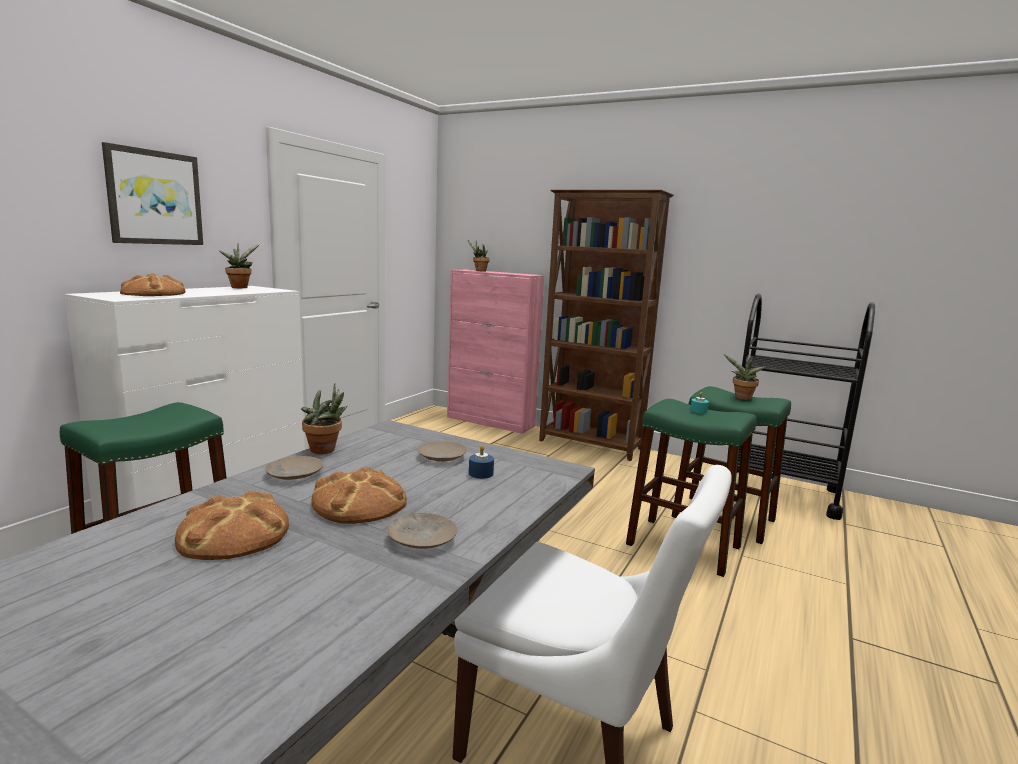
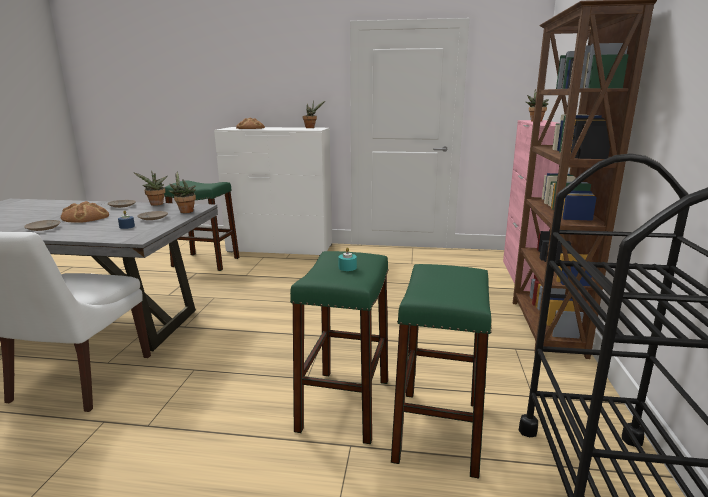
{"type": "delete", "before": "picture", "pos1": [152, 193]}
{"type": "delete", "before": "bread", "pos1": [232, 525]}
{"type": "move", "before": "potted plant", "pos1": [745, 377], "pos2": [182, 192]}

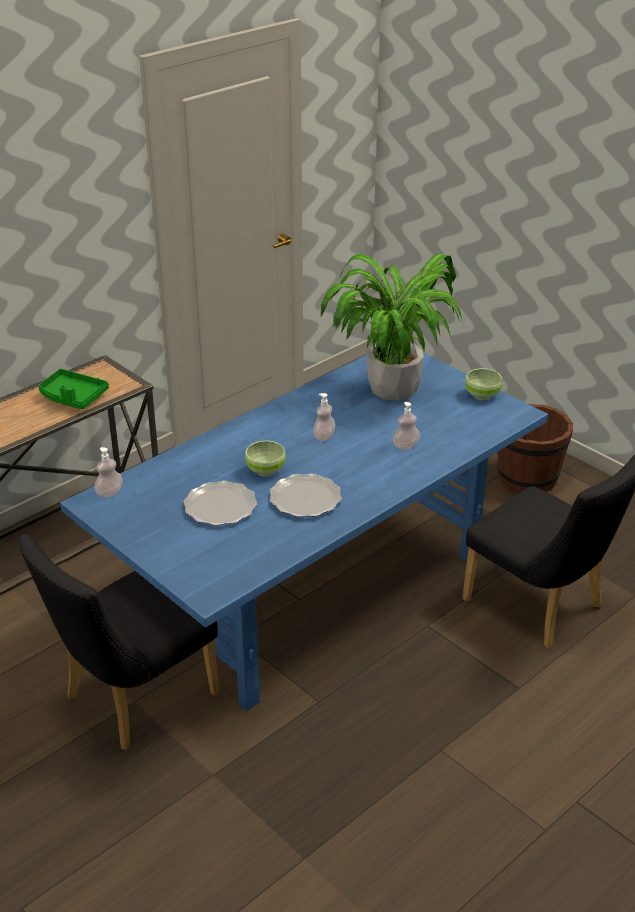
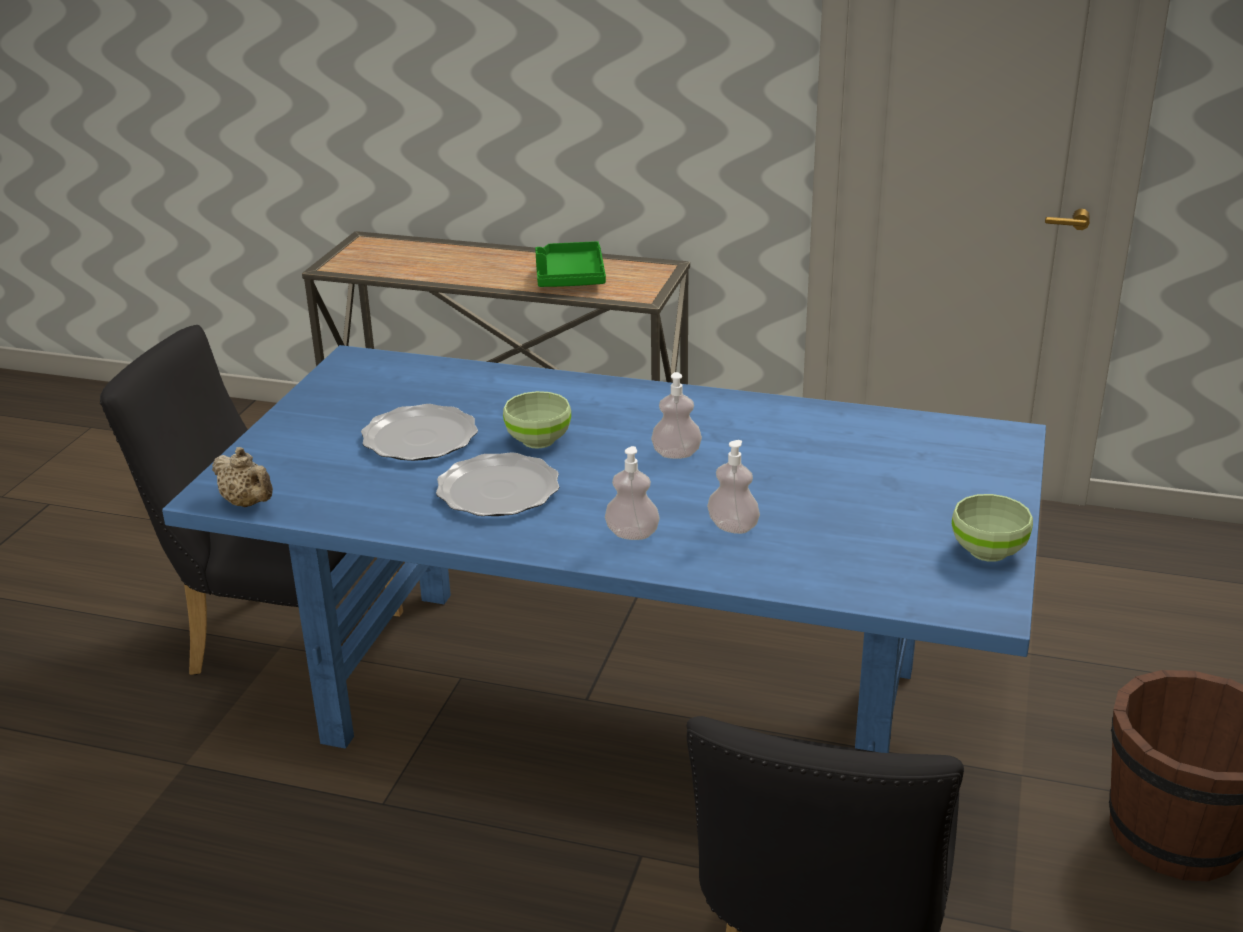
{"type": "move", "before": "soap dispenser", "pos1": [109, 472], "pos2": [632, 493]}
{"type": "delete", "before": "potted plant", "pos1": [392, 327]}
{"type": "insert", "after": "teapot (beige)", "pos2": [242, 477]}

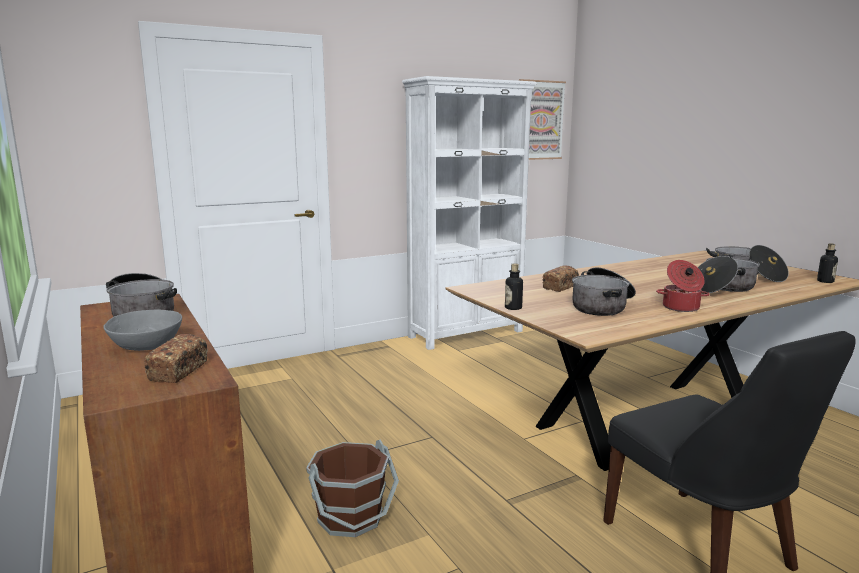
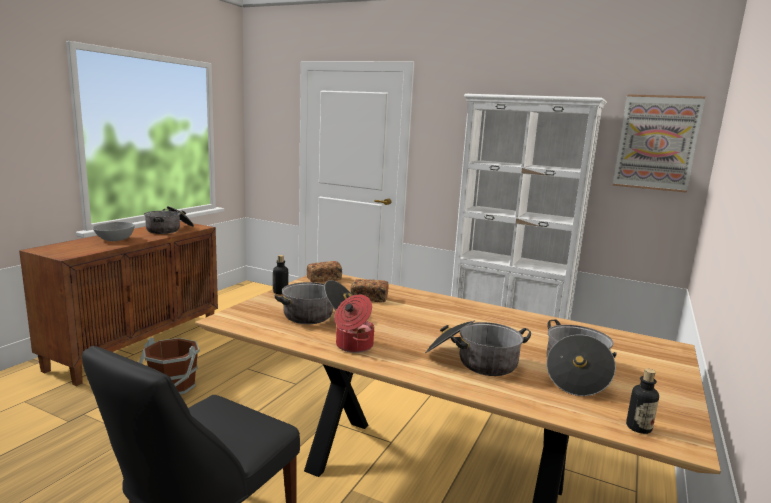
{"type": "move", "before": "bread", "pos1": [176, 358], "pos2": [324, 271]}

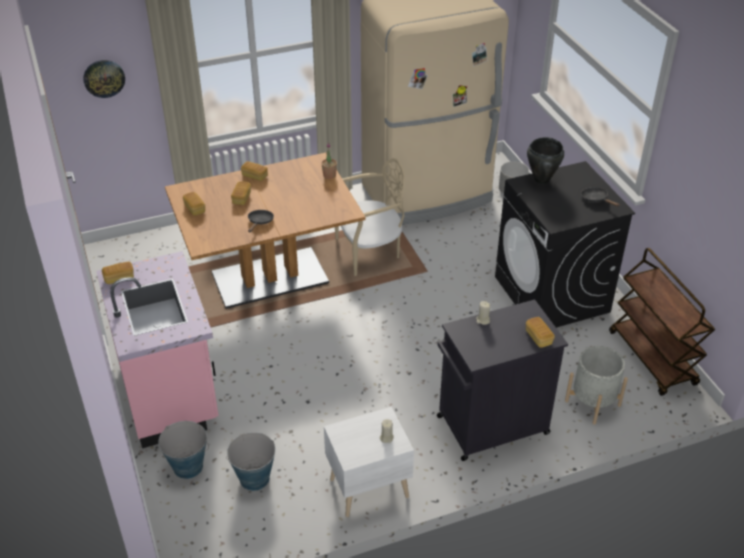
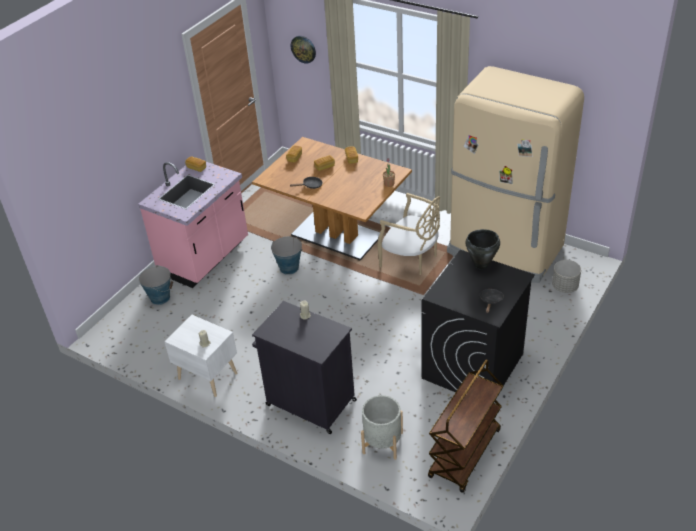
{"type": "move", "before": "bucket", "pos1": [250, 461], "pos2": [287, 256]}
{"type": "delete", "before": "bread", "pos1": [540, 332]}

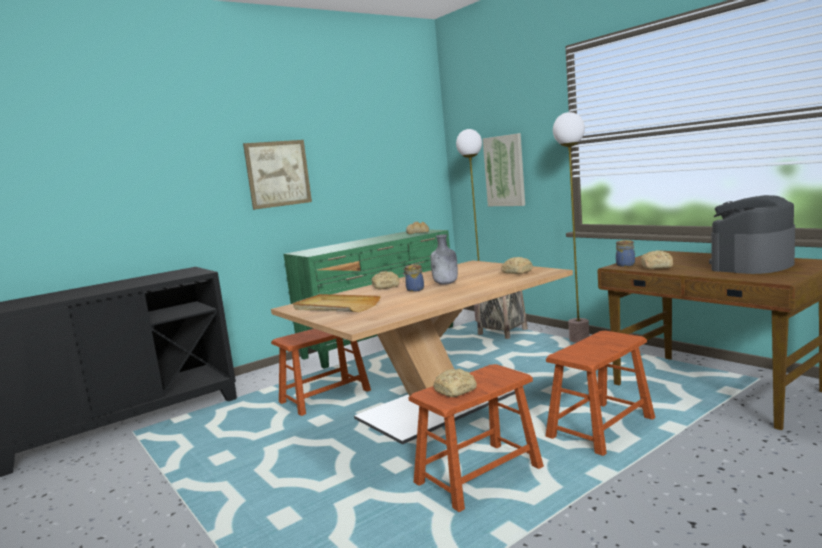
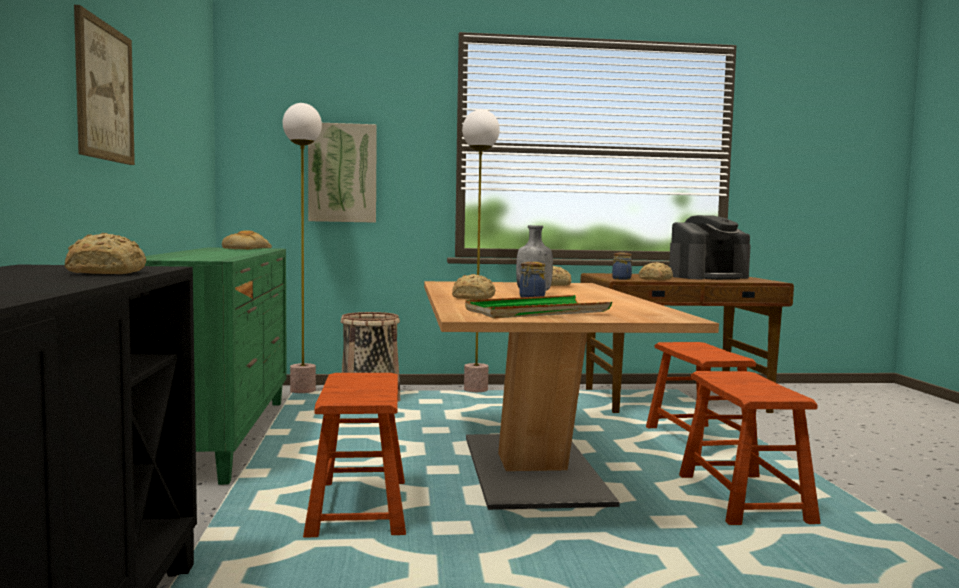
{"type": "recolor", "before": "tray (beige)", "after": "tray (green)", "pos1": [337, 303], "pos2": [538, 306]}
{"type": "move", "before": "bread", "pos1": [455, 383], "pos2": [105, 253]}
{"type": "rotate", "before": "coffee machine", "pos1": [752, 234], "pos2": [710, 247], "turn": -105}

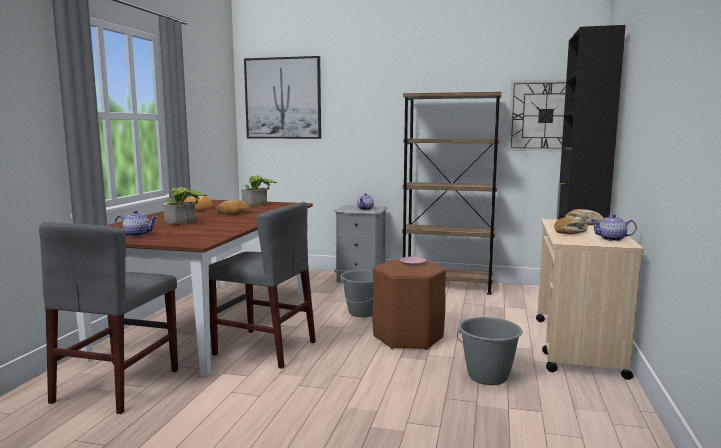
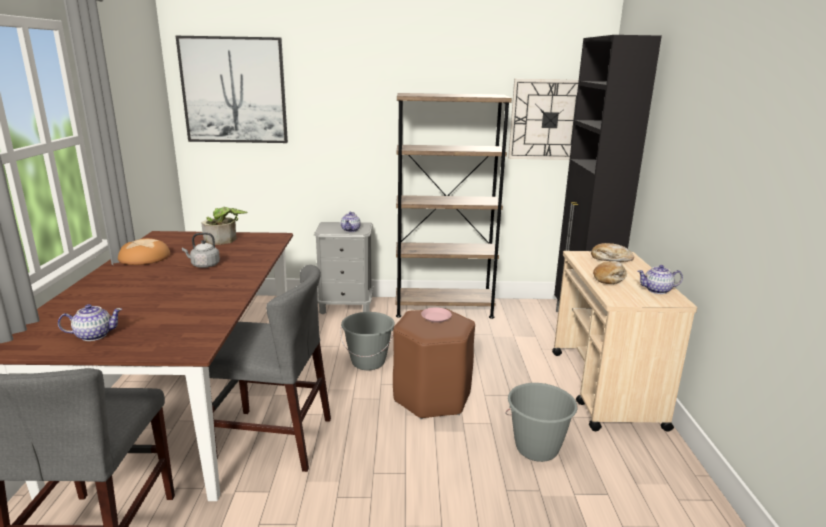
{"type": "delete", "before": "potted plant", "pos1": [185, 206]}
{"type": "replace", "before": "bread", "after": "kettle (grey)", "pos1": [233, 207], "pos2": [201, 250]}

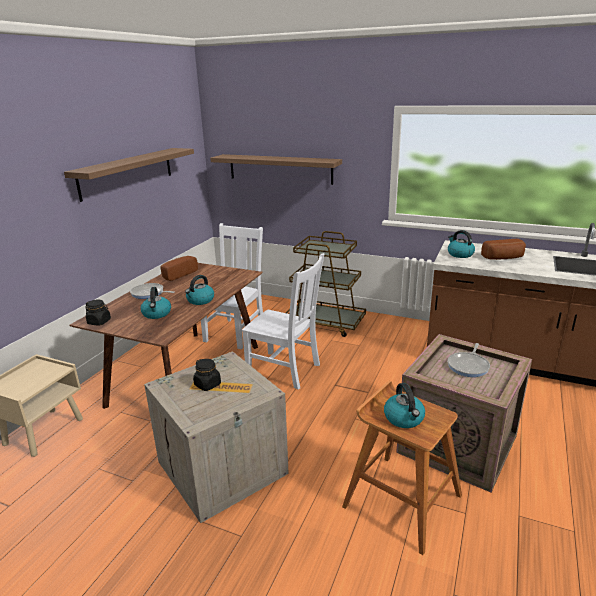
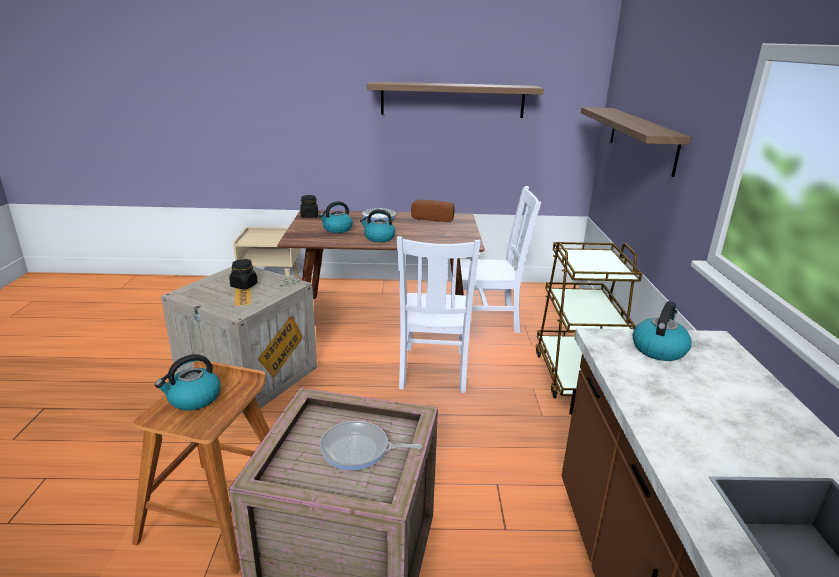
{"type": "delete", "before": "bread", "pos1": [503, 249]}

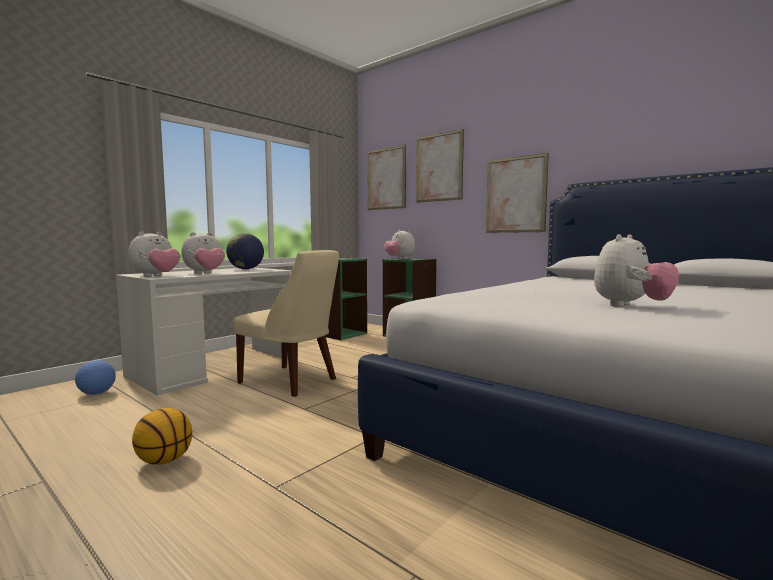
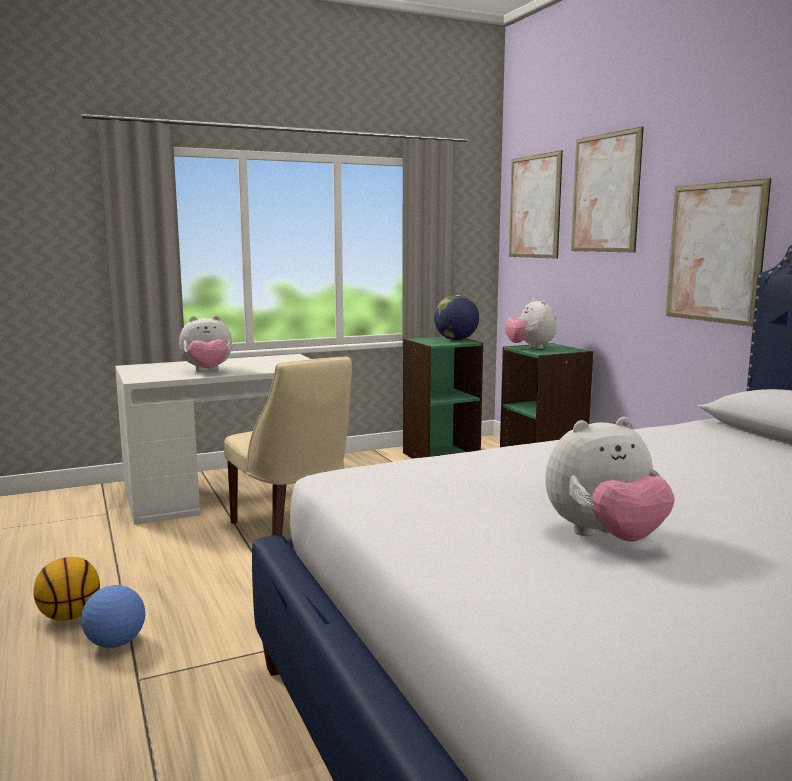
{"type": "move", "before": "football", "pos1": [95, 377], "pos2": [113, 616]}
{"type": "delete", "before": "plush toy", "pos1": [154, 254]}
{"type": "move", "before": "globe", "pos1": [245, 251], "pos2": [456, 317]}

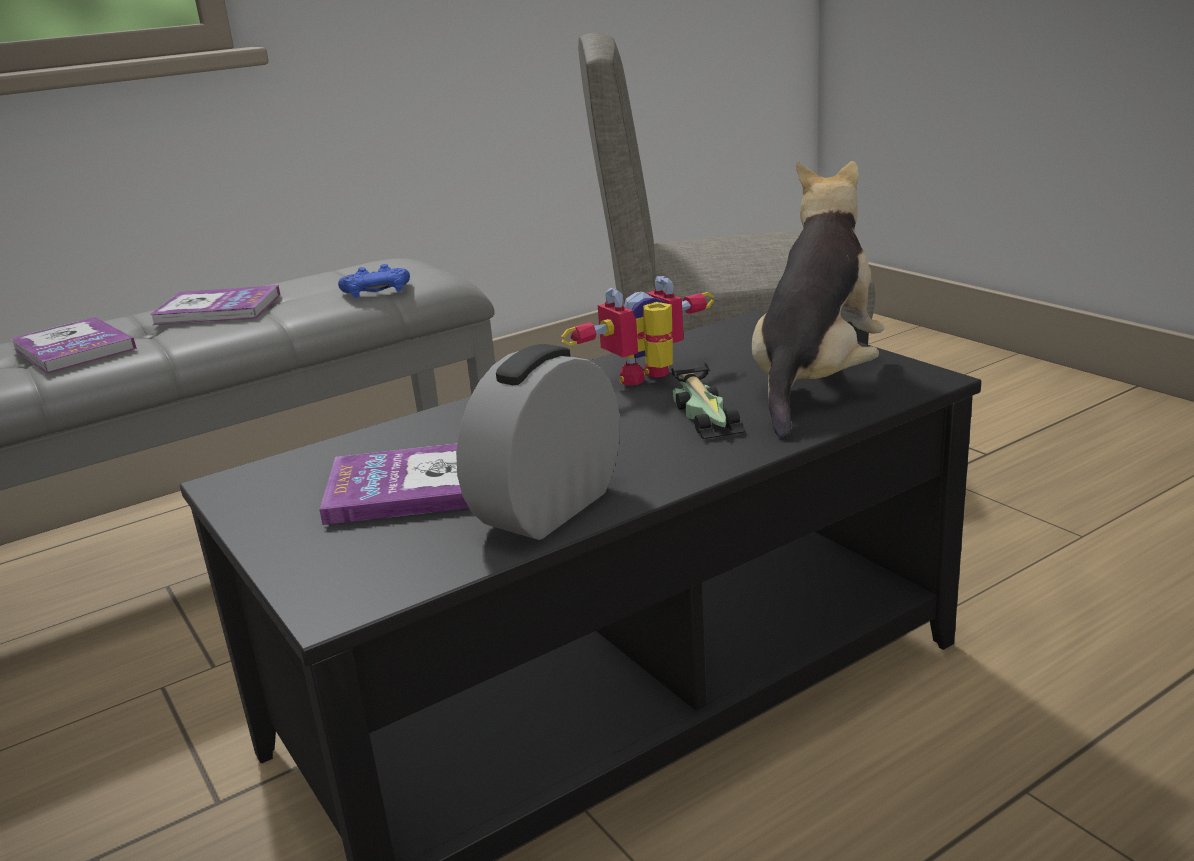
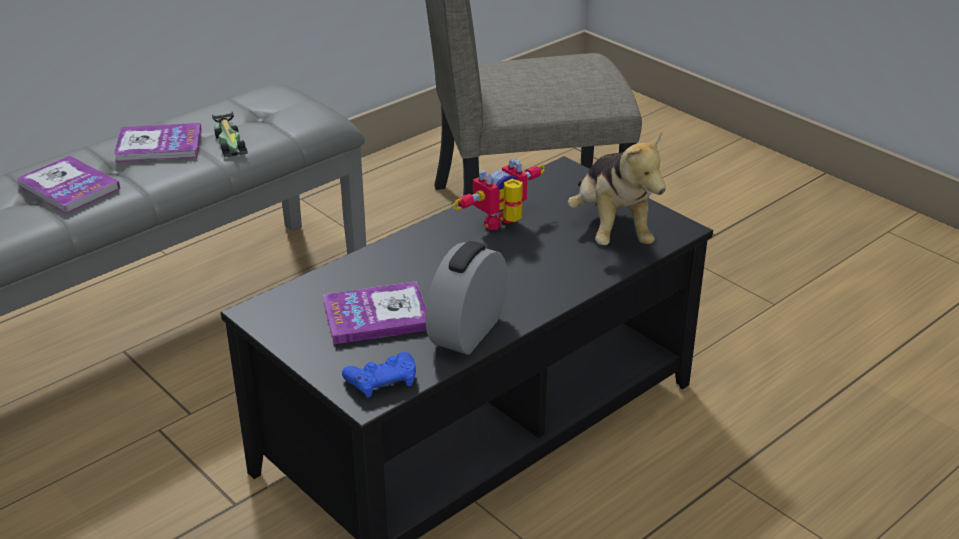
{"type": "move", "before": "game controller (blue)", "pos1": [374, 281], "pos2": [379, 375]}
{"type": "move", "before": "toy car", "pos1": [708, 400], "pos2": [230, 135]}
{"type": "rotate", "before": "plush toy", "pos1": [818, 299], "pos2": [617, 188], "turn": 150}

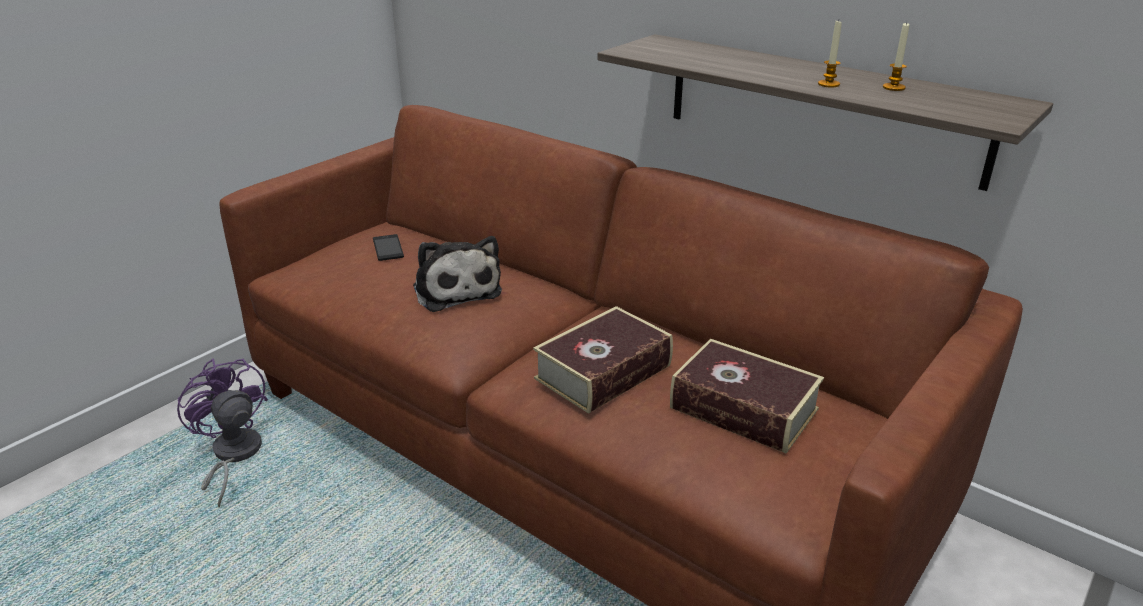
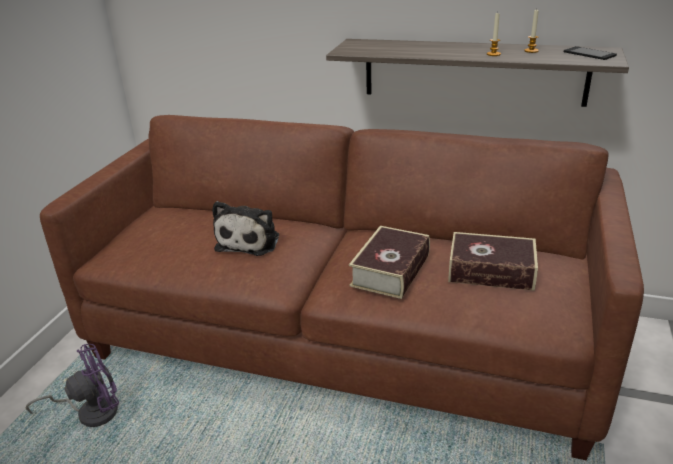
{"type": "rotate", "before": "fan (purple)", "pos1": [222, 433], "pos2": [72, 385], "turn": 120}
{"type": "move", "before": "phone", "pos1": [388, 247], "pos2": [590, 53]}
{"type": "rotate", "before": "plush toy", "pos1": [457, 274], "pos2": [245, 228], "turn": 60}

